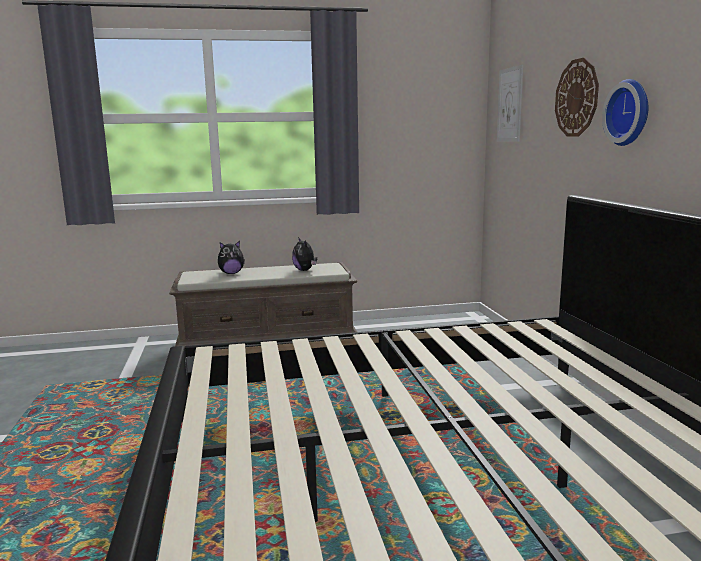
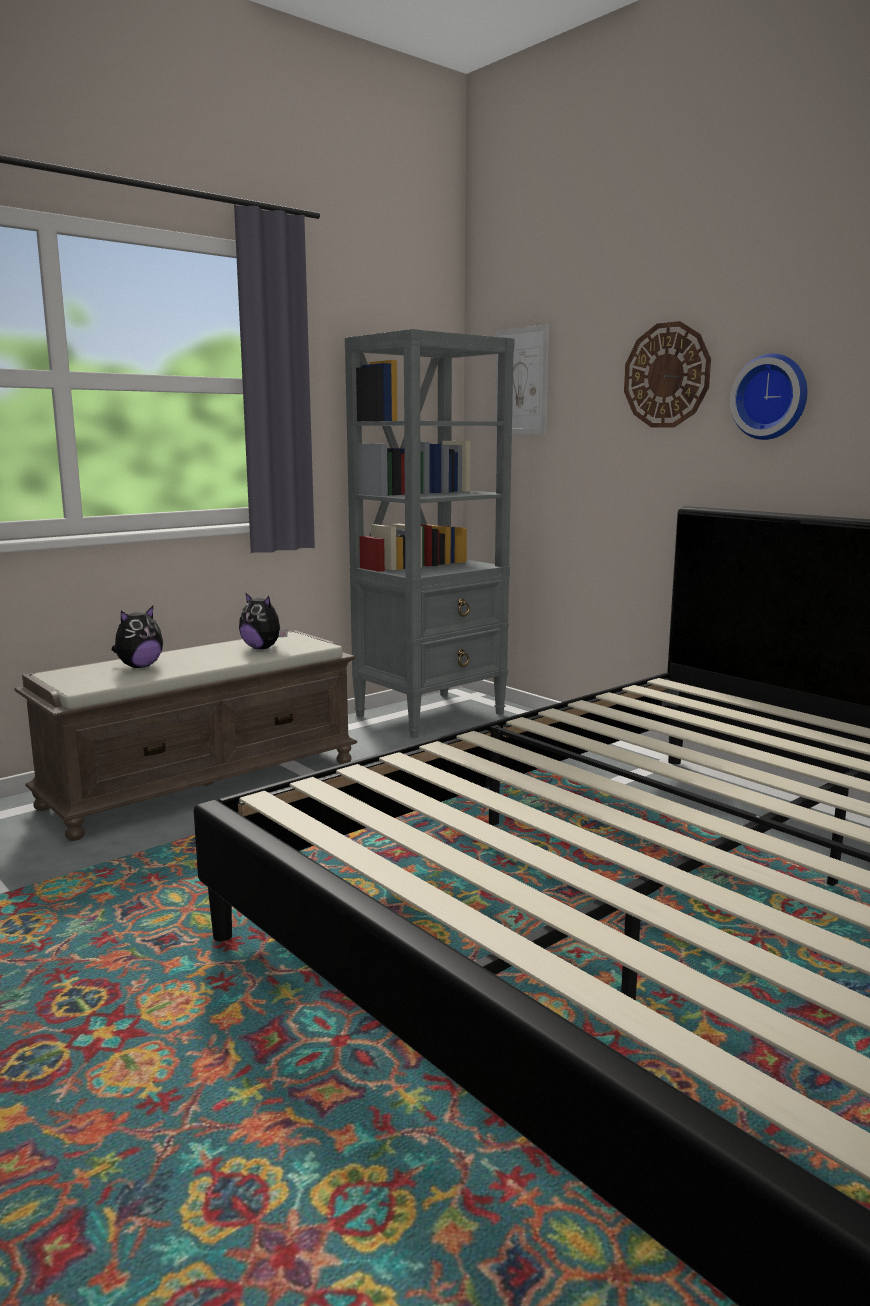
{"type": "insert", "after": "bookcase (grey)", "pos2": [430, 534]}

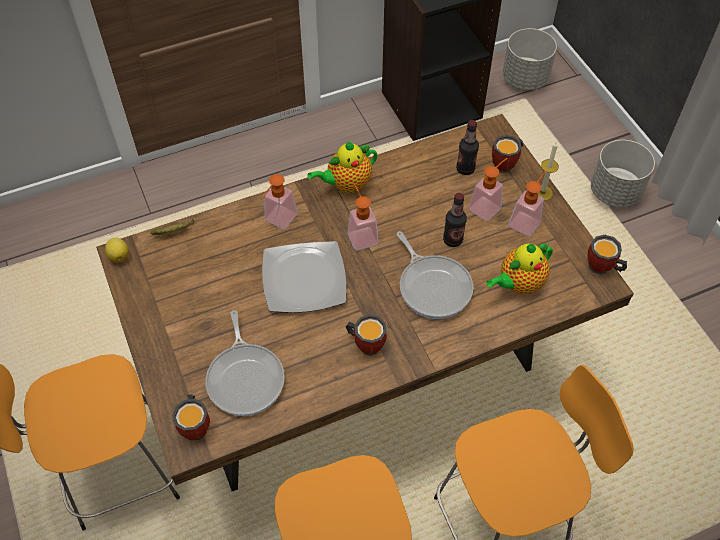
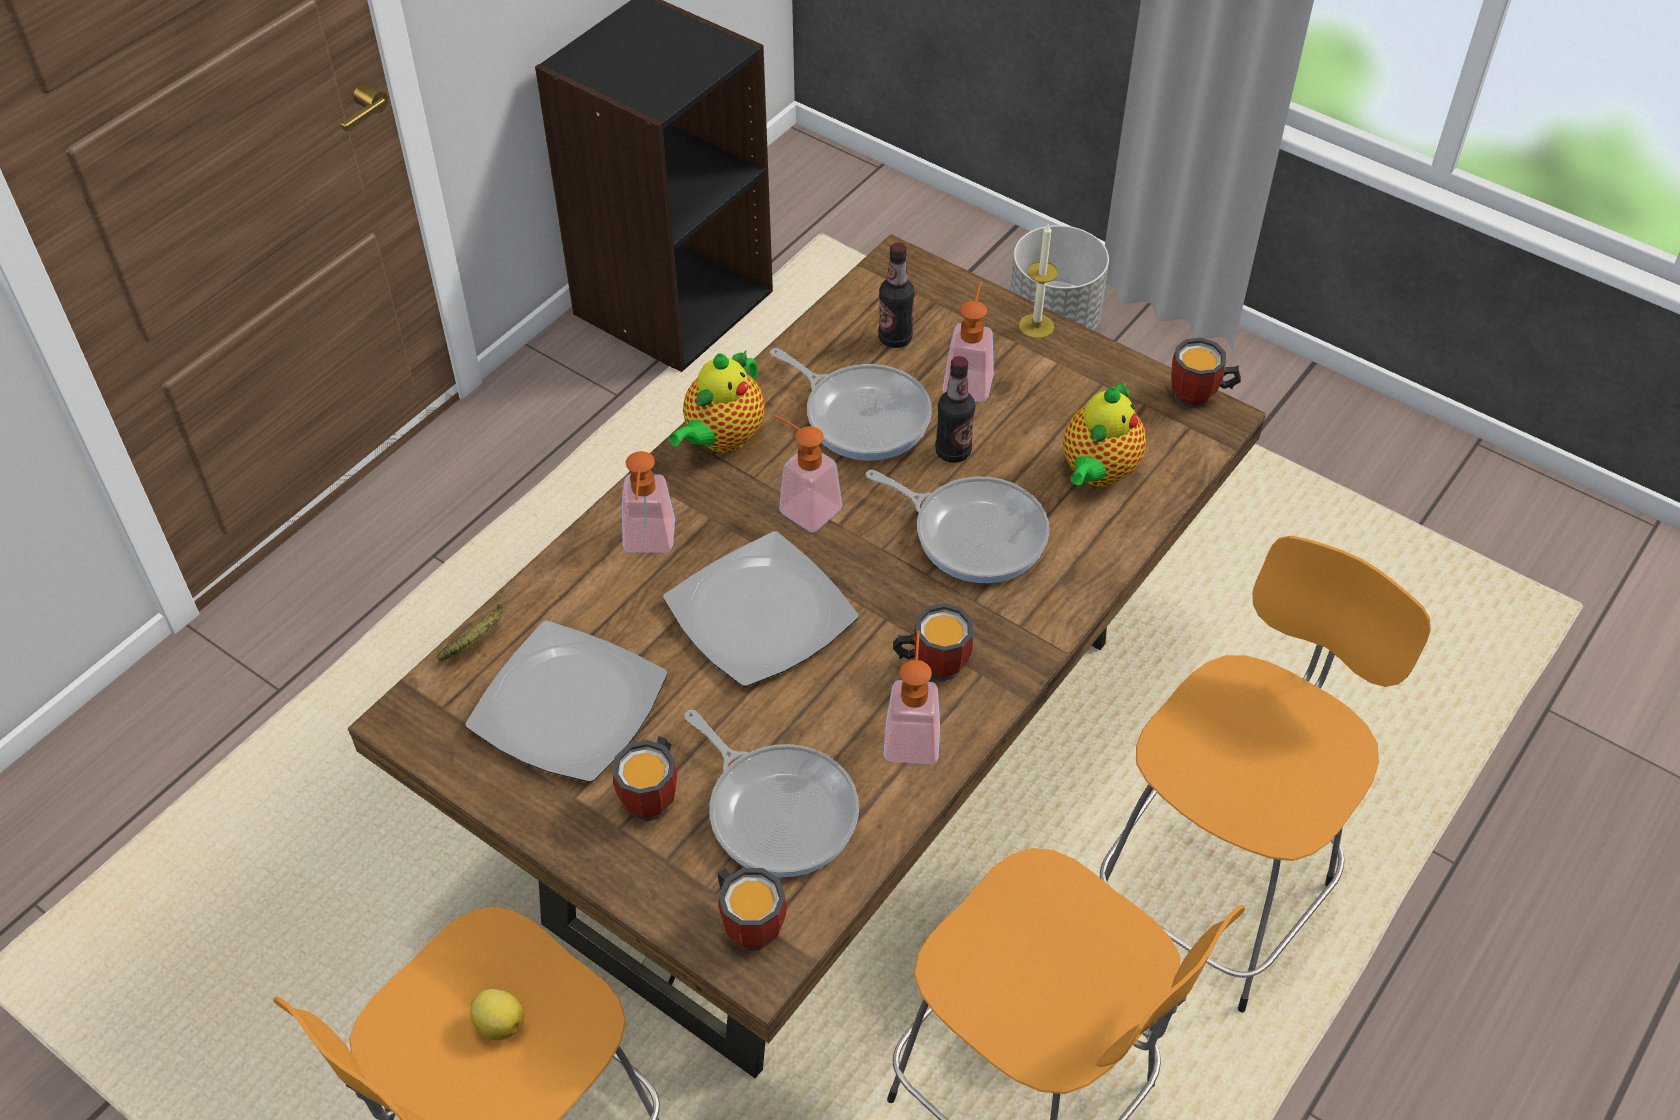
{"type": "move", "before": "lemon", "pos1": [117, 250], "pos2": [497, 1014]}
{"type": "move", "before": "mug", "pos1": [507, 154], "pos2": [644, 779]}
{"type": "delete", "before": "planter (grey)", "pos1": [530, 59]}
{"type": "move", "before": "soap dispenser", "pos1": [527, 203], "pos2": [912, 697]}
{"type": "insert", "after": "plate", "pos2": [566, 702]}
{"type": "insert", "after": "frying pan", "pos2": [851, 404]}

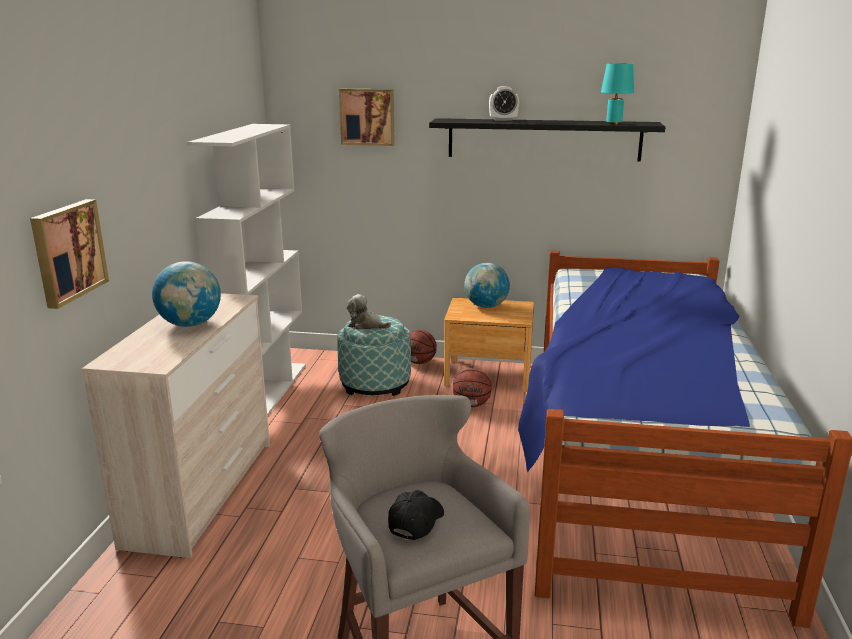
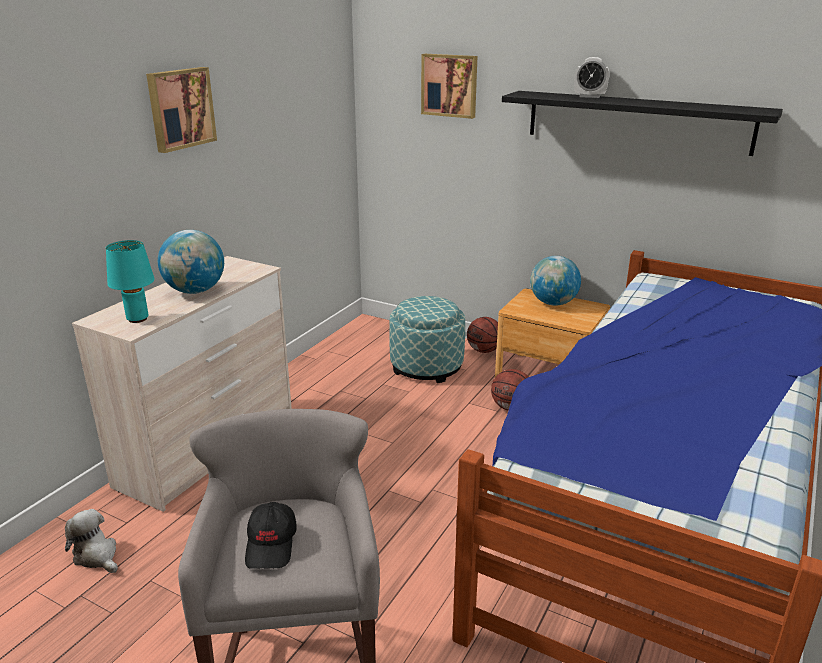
{"type": "move", "before": "picture", "pos1": [69, 254], "pos2": [181, 110]}
{"type": "delete", "before": "bookcase (white)", "pos1": [246, 270]}
{"type": "move", "before": "plush toy", "pos1": [369, 312], "pos2": [91, 541]}
{"type": "rotate", "before": "cap (black)", "pos1": [416, 515], "pos2": [271, 535], "turn": 135}
{"type": "move", "before": "table lamp (turquoise)", "pos1": [617, 94], "pos2": [130, 281]}

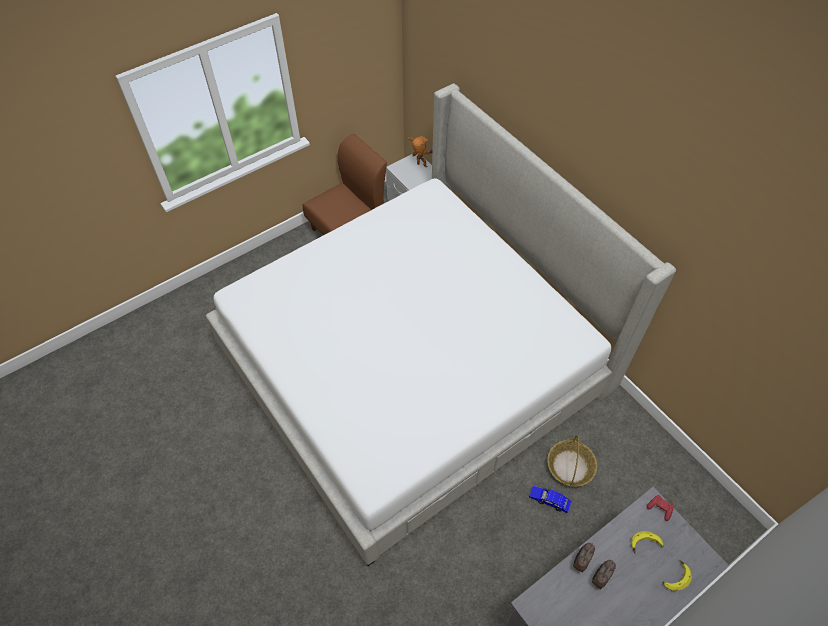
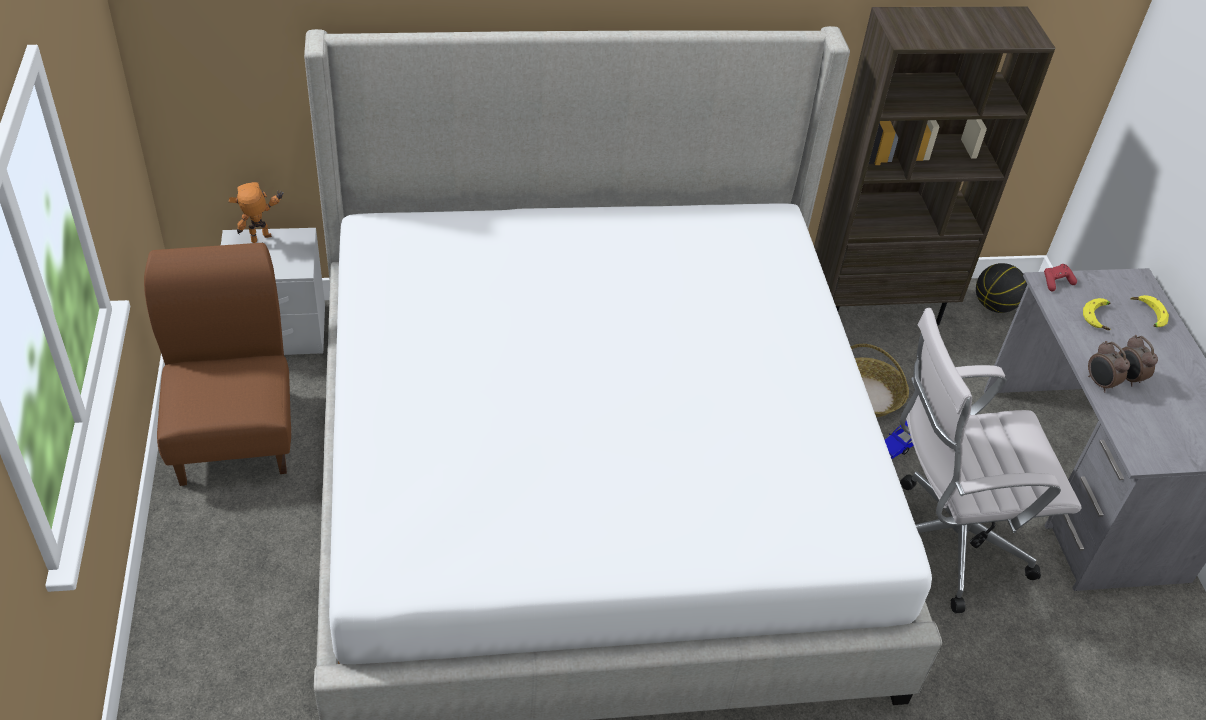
{"type": "insert", "after": "bookcase (brown)", "pos2": [934, 166]}
{"type": "insert", "after": "office chair (white)", "pos2": [990, 461]}
{"type": "insert", "after": "basketball", "pos2": [1001, 288]}

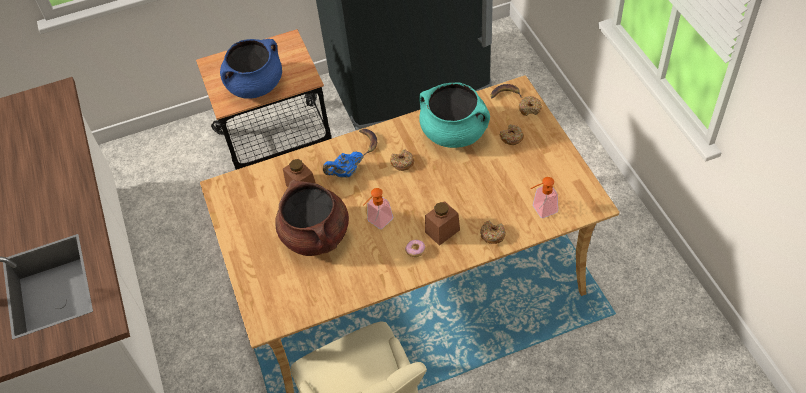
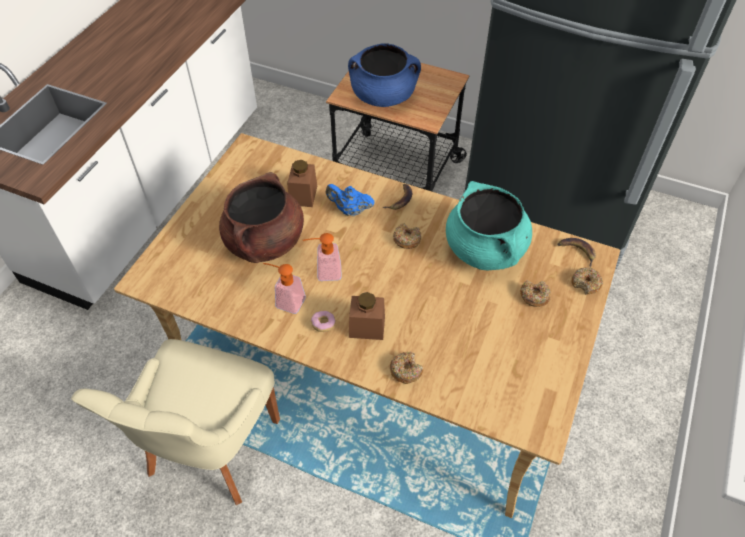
{"type": "move", "before": "soap dispenser", "pos1": [544, 197], "pos2": [284, 288]}

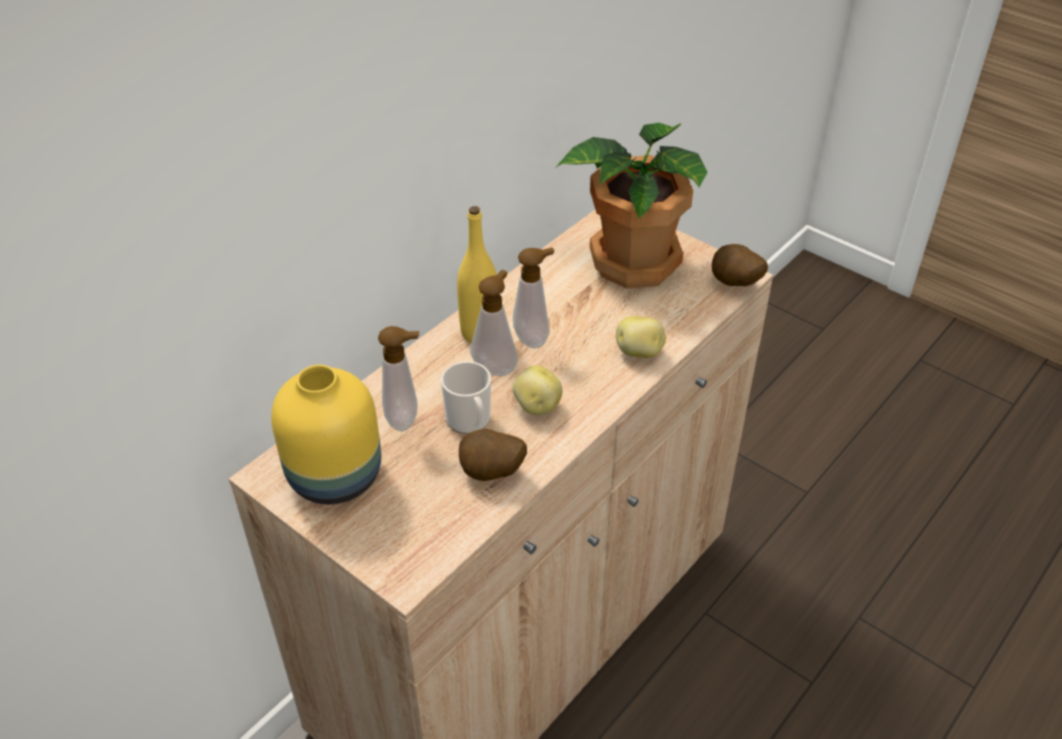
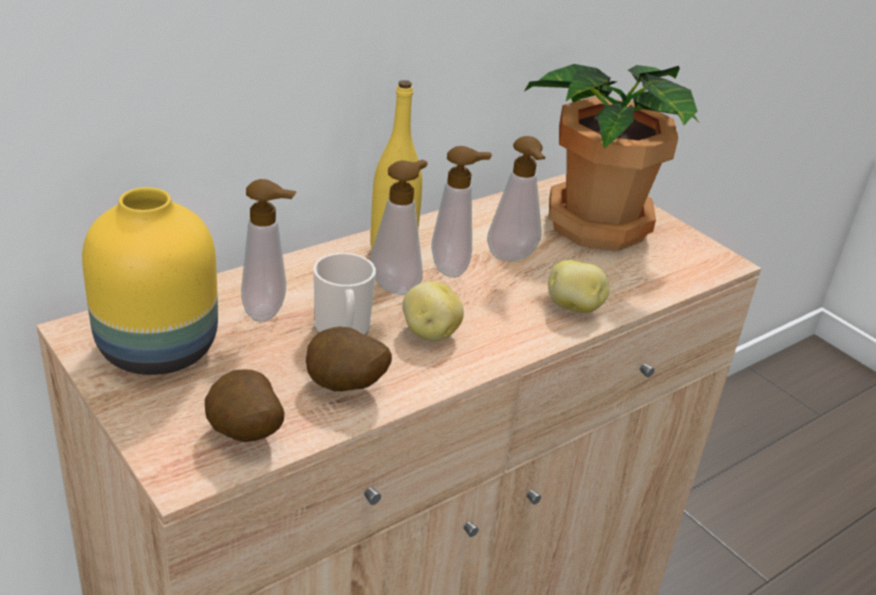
{"type": "move", "before": "potato", "pos1": [740, 265], "pos2": [244, 405]}
{"type": "insert", "after": "soap dispenser", "pos2": [516, 198]}

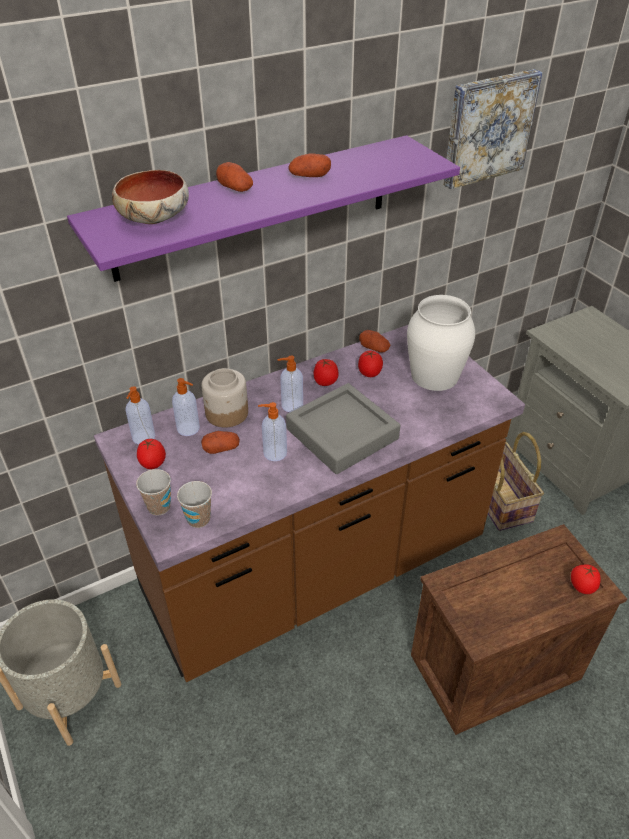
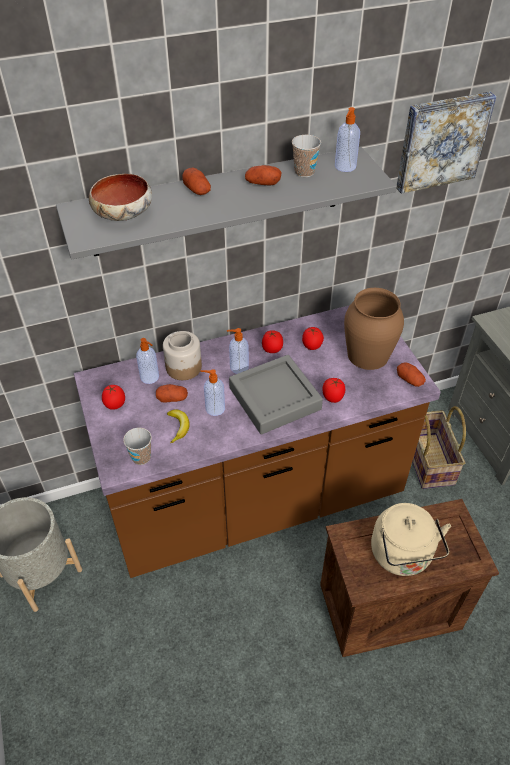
{"type": "recolor", "before": "shelf (purple)", "after": "shelf (grey)", "pos1": [263, 208], "pos2": [226, 203]}
{"type": "move", "before": "soap dispenser", "pos1": [140, 415], "pos2": [347, 139]}
{"type": "move", "before": "cup", "pos1": [153, 492], "pos2": [306, 156]}
{"type": "move", "before": "potato", "pos1": [374, 341], "pos2": [411, 374]}
{"type": "recolor", "before": "vase (white)", "after": "vase (brown)", "pos1": [441, 343], "pos2": [374, 329]}
{"type": "move", "before": "tomato", "pos1": [585, 579], "pos2": [333, 390]}
{"type": "insert", "after": "banana", "pos2": [178, 426]}
{"type": "insert", "after": "kettle (beige)", "pos2": [411, 539]}

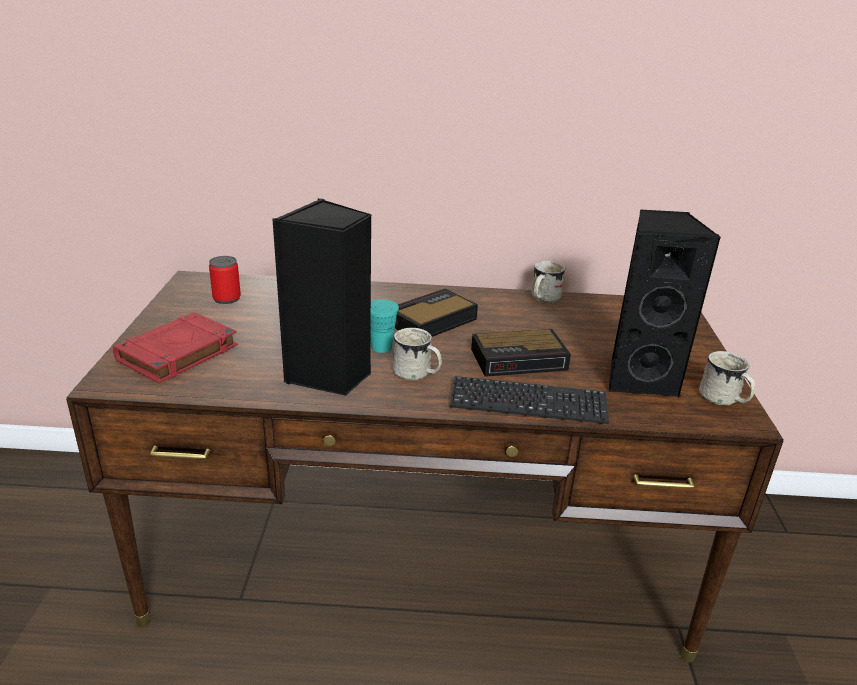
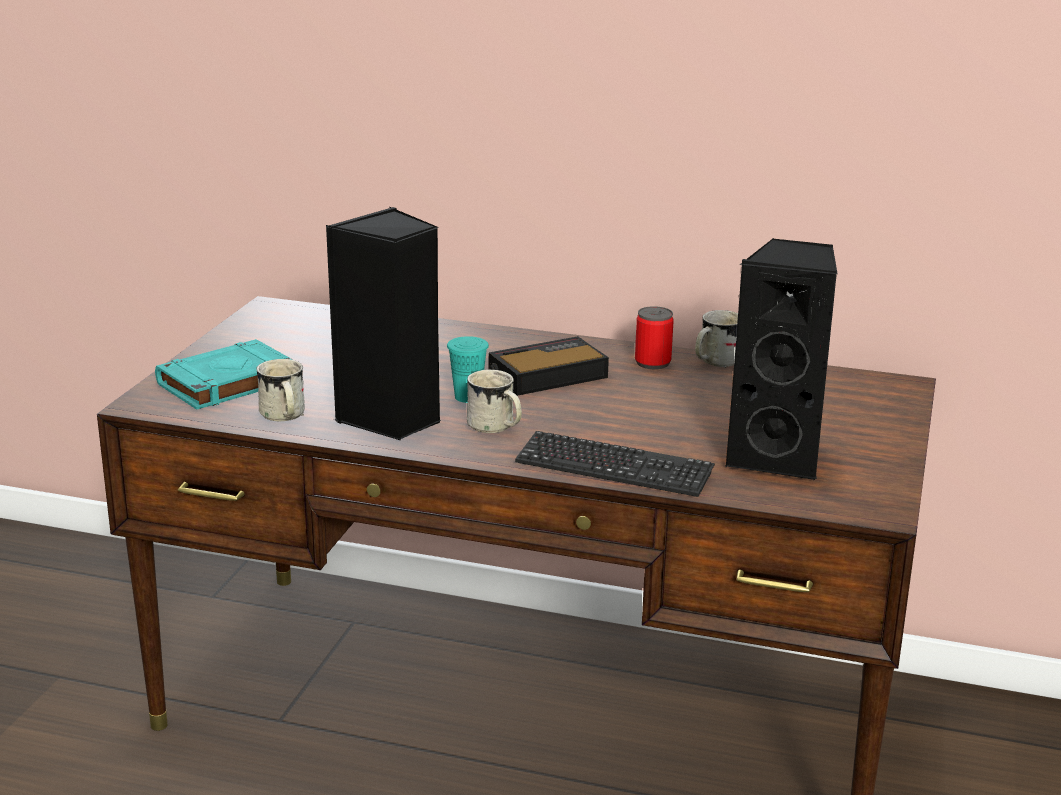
{"type": "recolor", "before": "book (red)", "after": "book (turquoise)", "pos1": [175, 348], "pos2": [224, 374]}
{"type": "move", "before": "can", "pos1": [225, 280], "pos2": [654, 337]}
{"type": "delete", "before": "alarm clock", "pos1": [521, 353]}
{"type": "move", "before": "mug (white)", "pos1": [727, 378], "pos2": [280, 390]}

